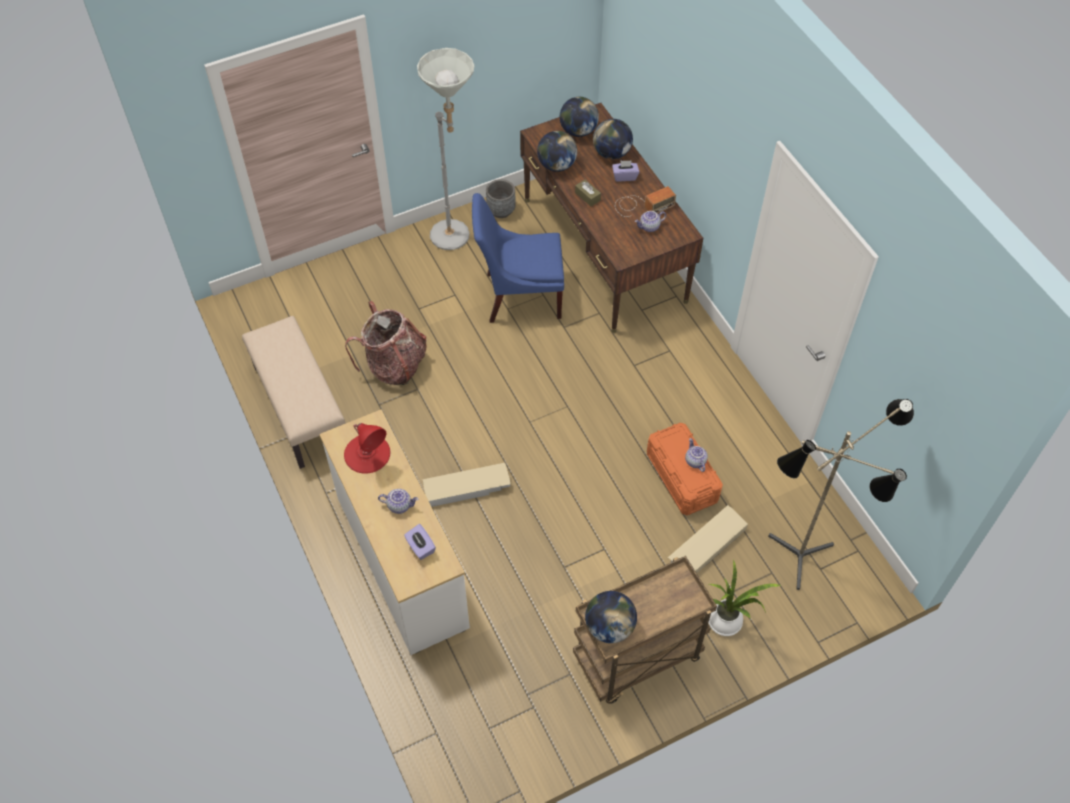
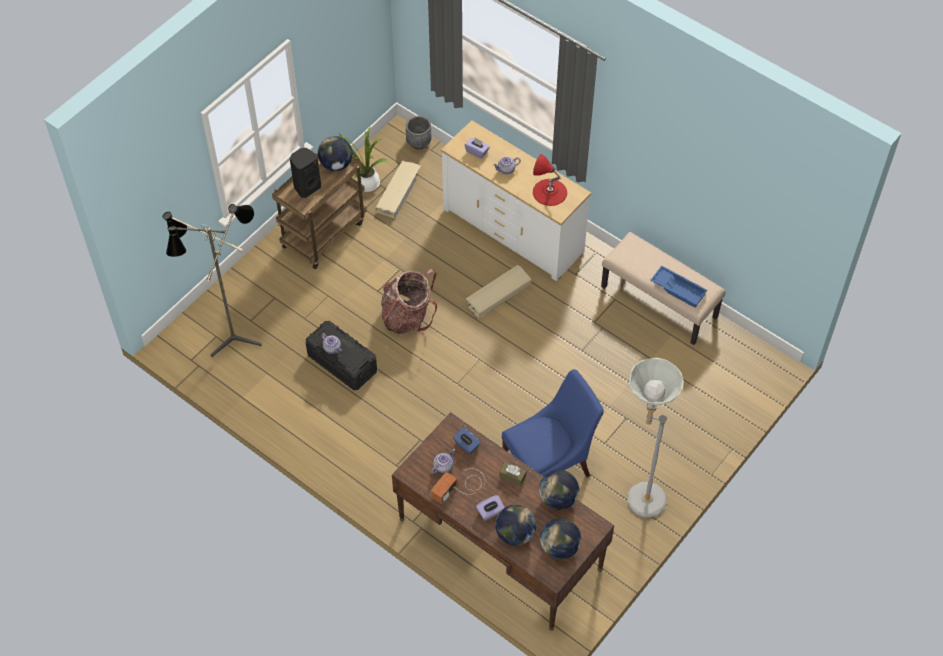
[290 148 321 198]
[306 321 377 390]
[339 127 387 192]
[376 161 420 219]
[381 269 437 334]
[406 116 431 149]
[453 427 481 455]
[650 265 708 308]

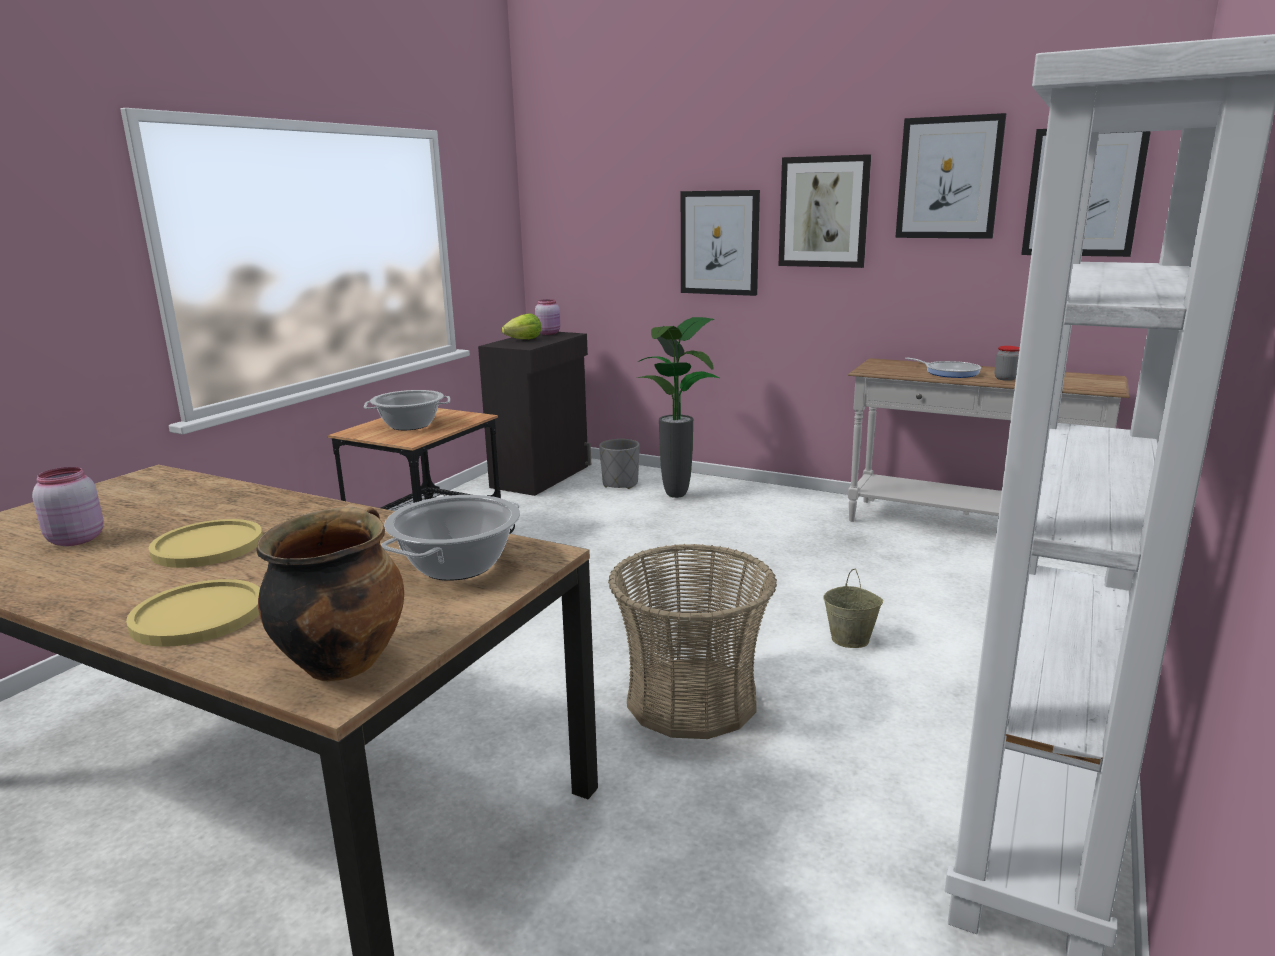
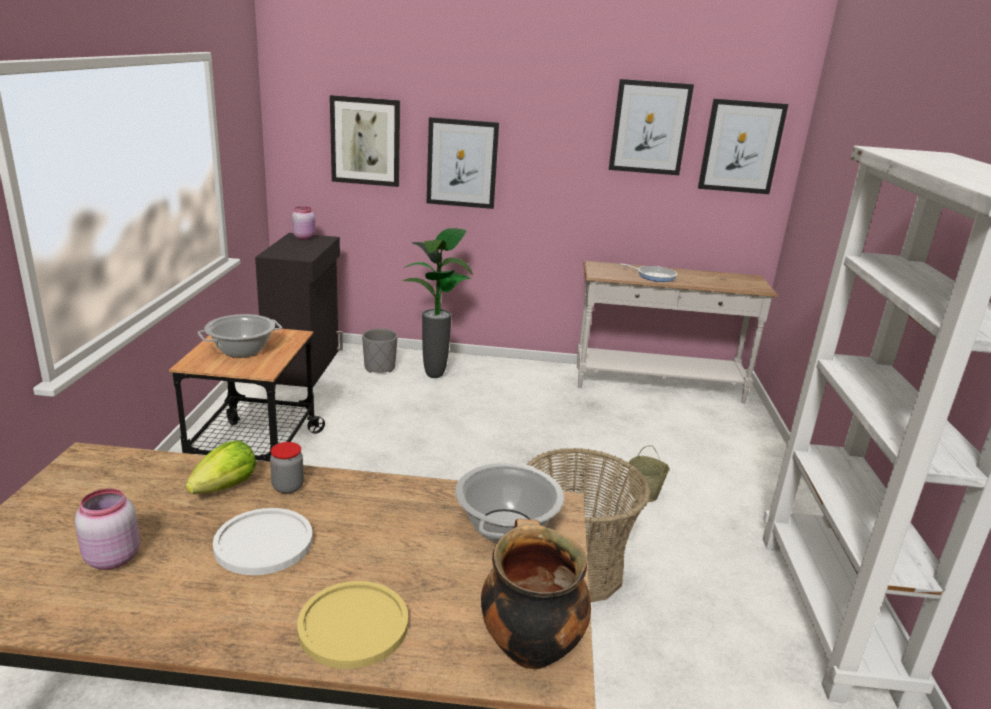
[186 441 256 494]
[213 508 313 575]
[270 442 304 494]
[330 95 400 187]

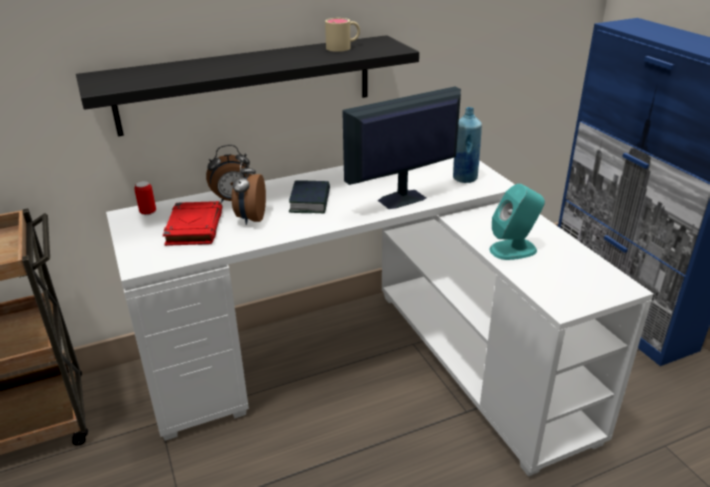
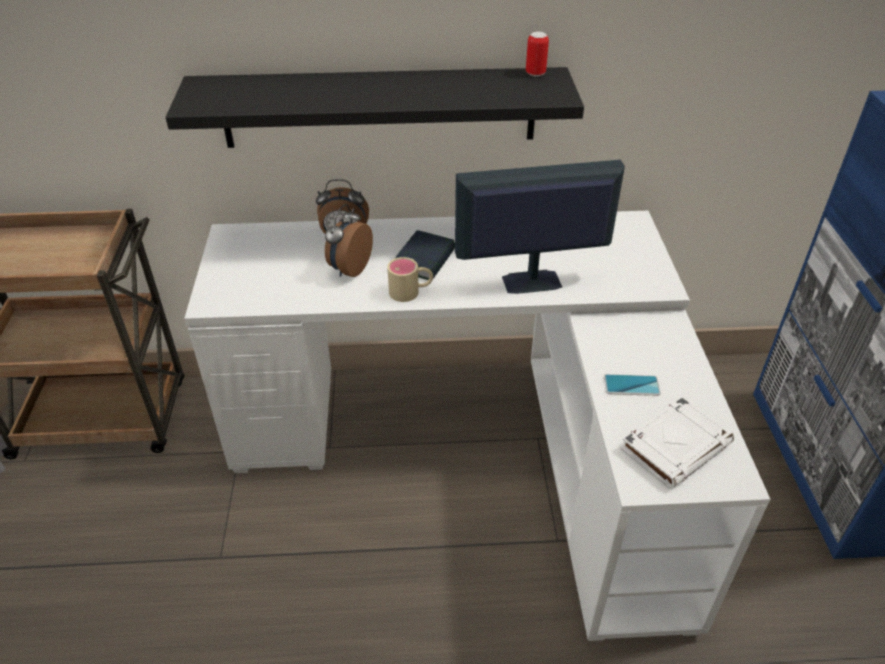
[387 257 433 302]
[526 32 549 77]
[604 374 661 396]
[621 397 734 489]
[163 201 222 246] (first image)
[453 107 482 183] (first image)

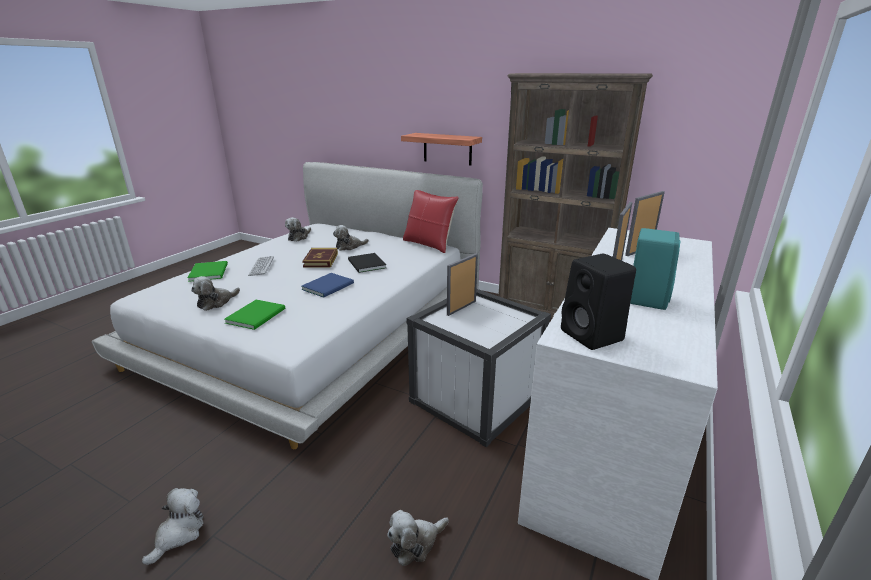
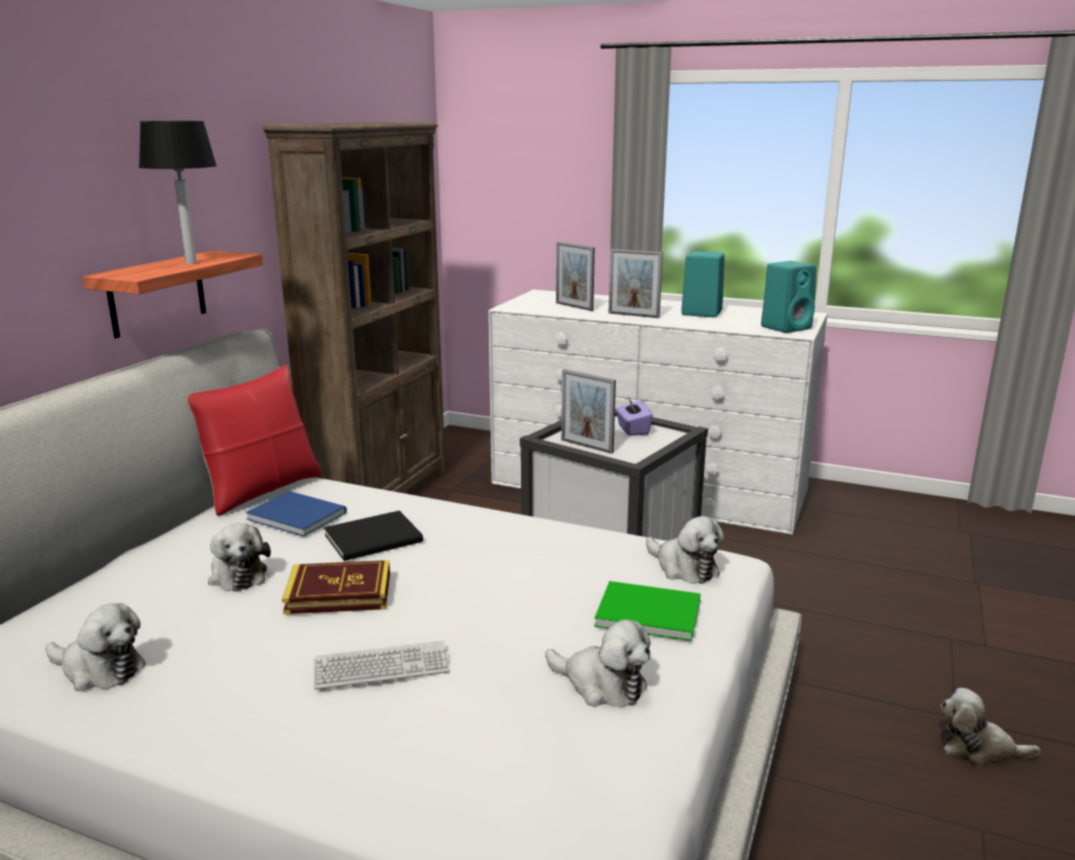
[139 121 217 264]
[246 491 347 537]
[616 397 653 436]
[646 516 724 584]
[761 261 816 333]
[187 261 228 282] (first image)

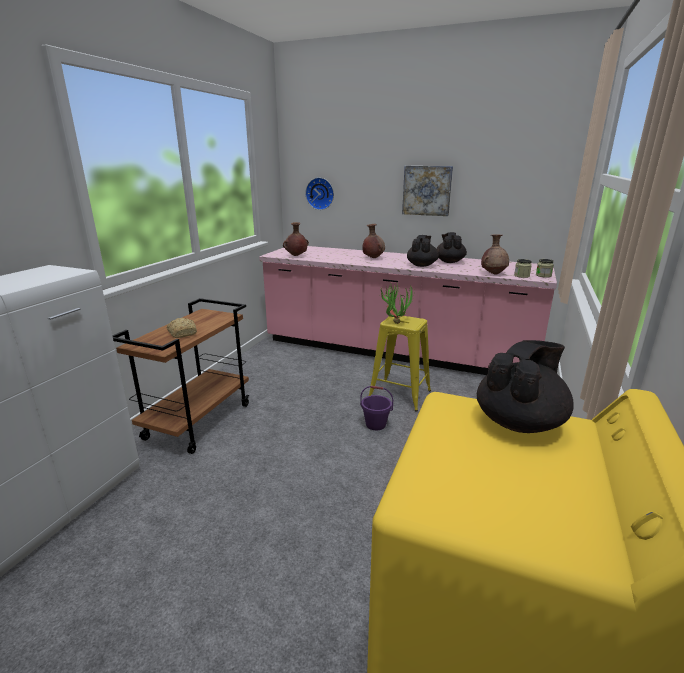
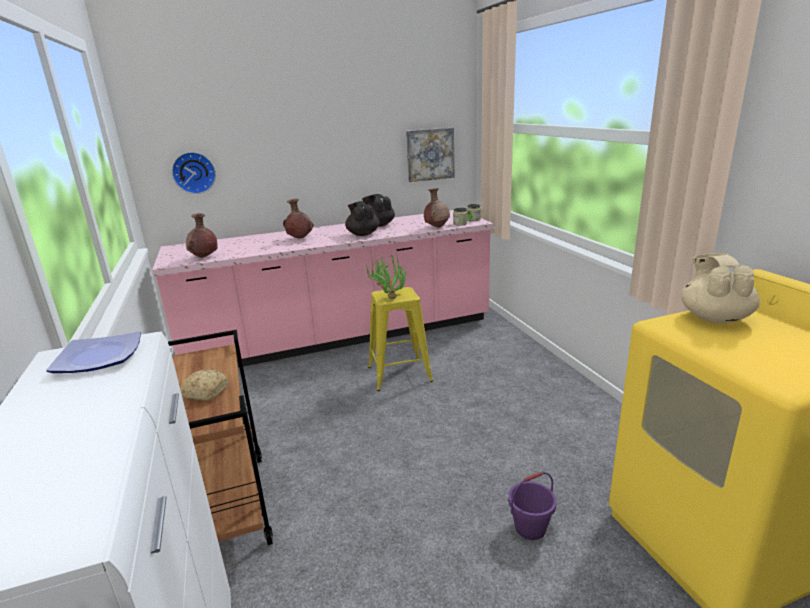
[46 331 141 373]
[406 128 454 182]
[508 472 557 540]
[681 253 760 323]

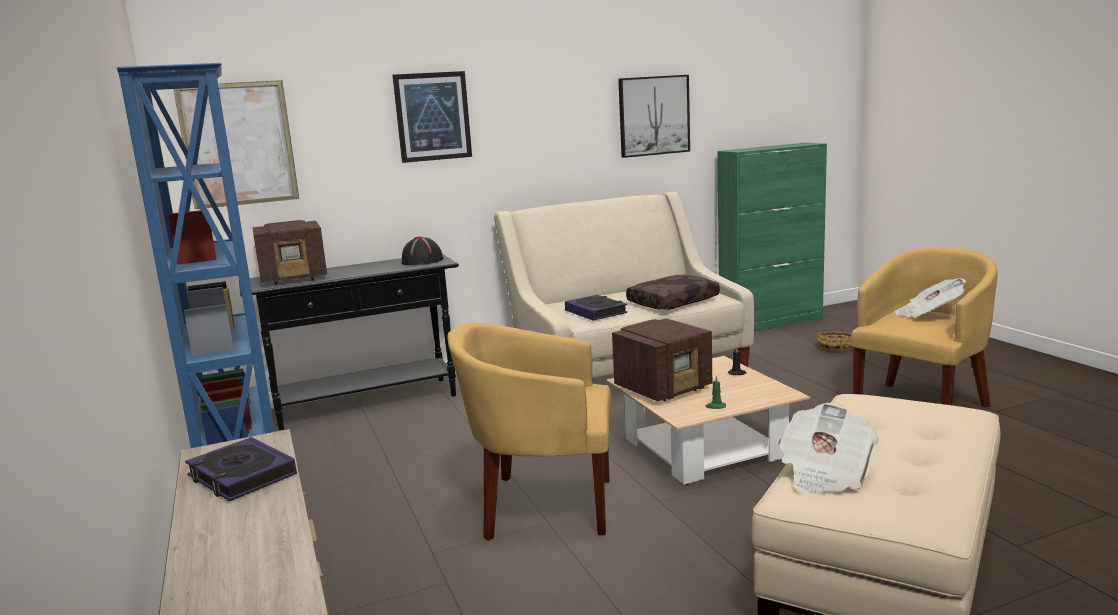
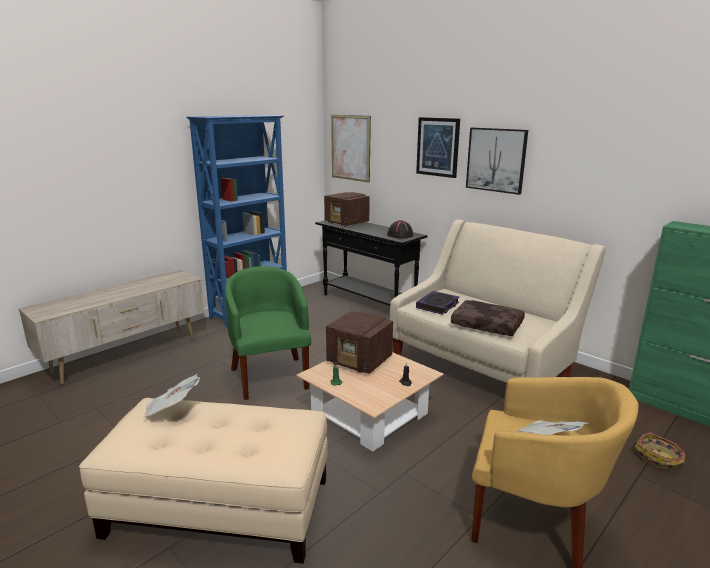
[225 266 311 400]
[466 127 528 195]
[185 437 297 501] (first image)

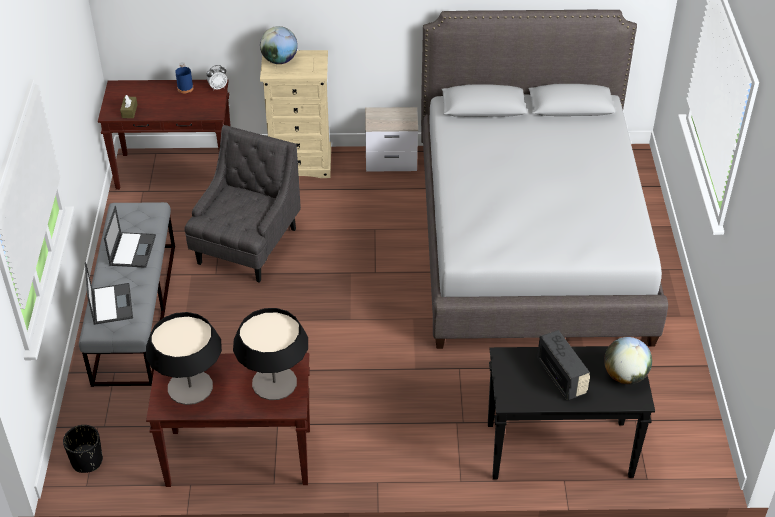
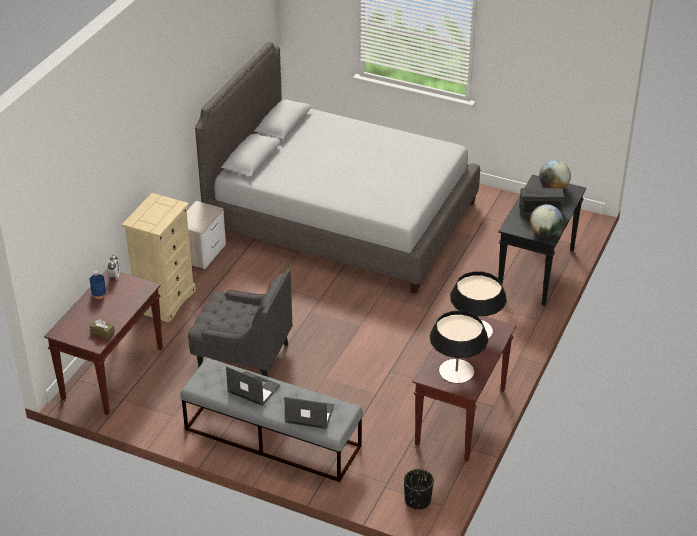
[188 268 292 377]
[530 204 563 237]

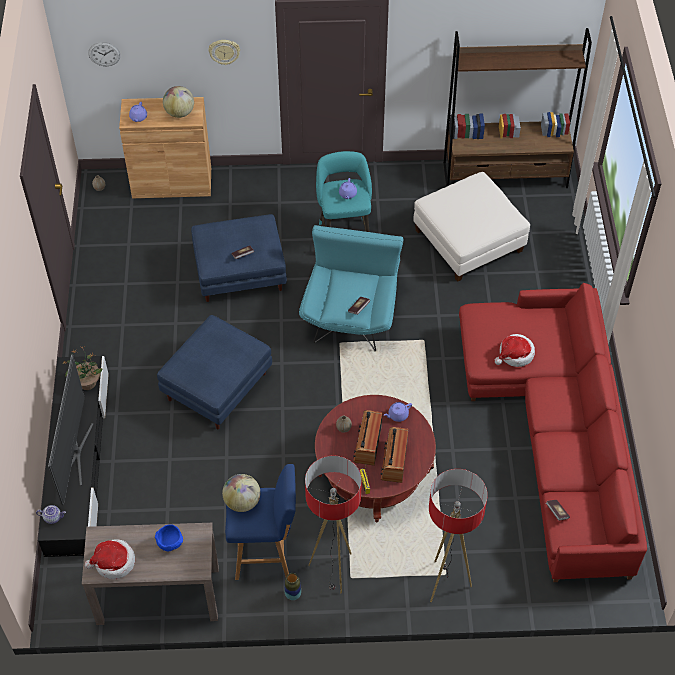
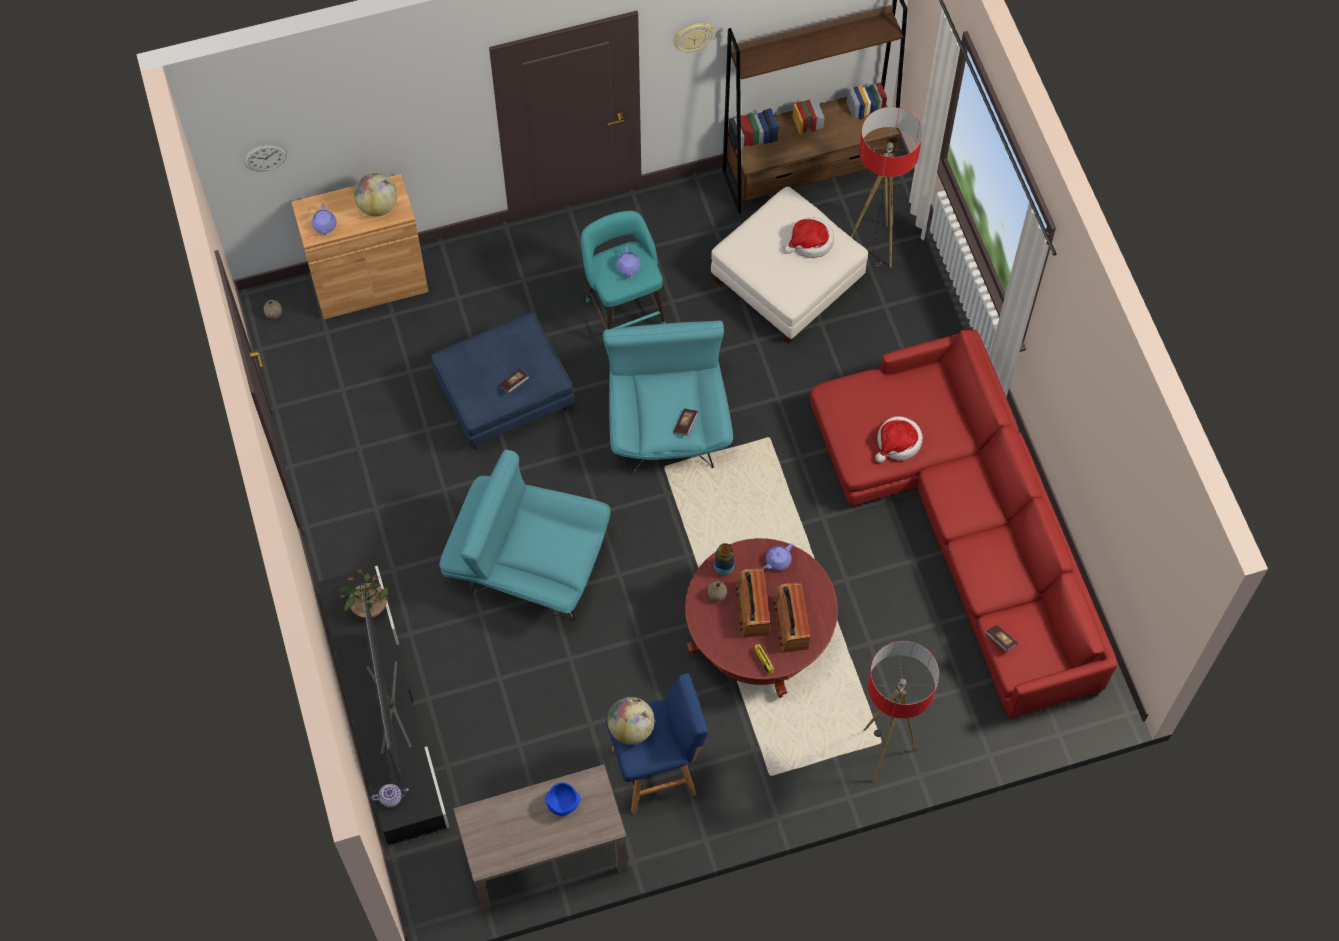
[439 449 611 620]
[673 23 715 53]
[714 543 735 575]
[783 217 834 258]
[851 107 923 268]

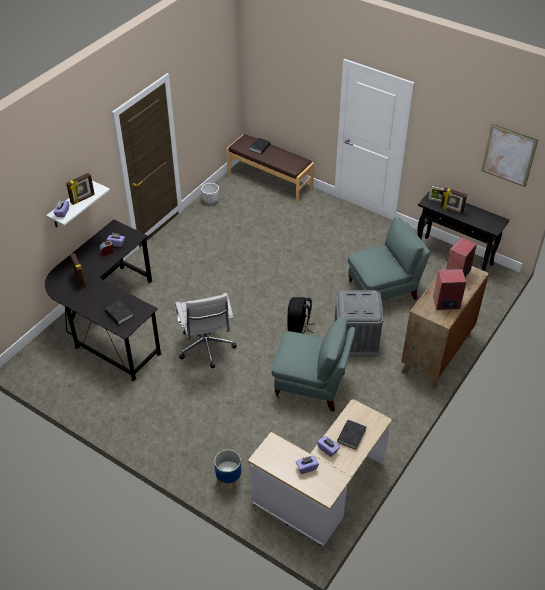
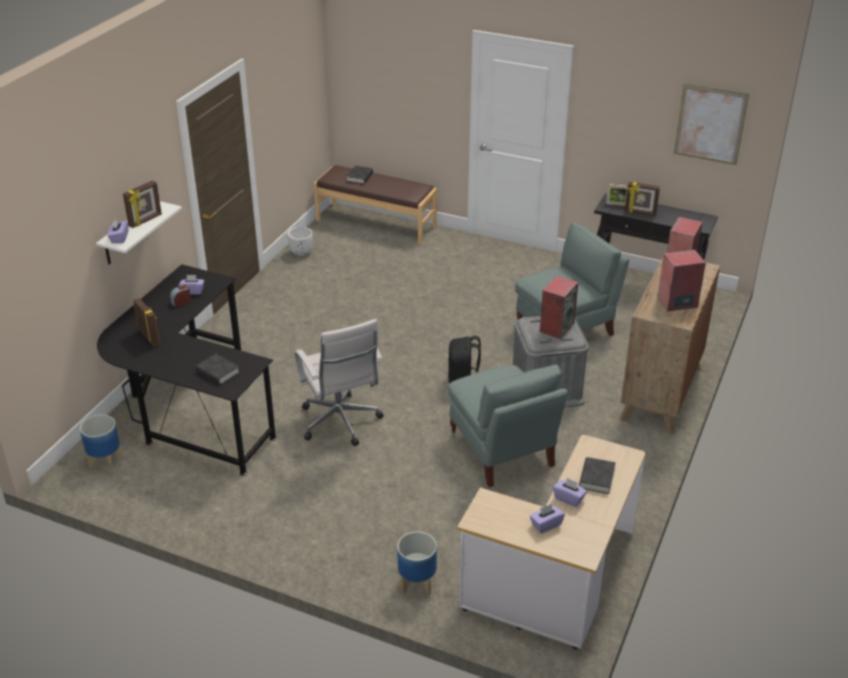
[80 414 122 471]
[448 364 568 487]
[540 276 578 339]

